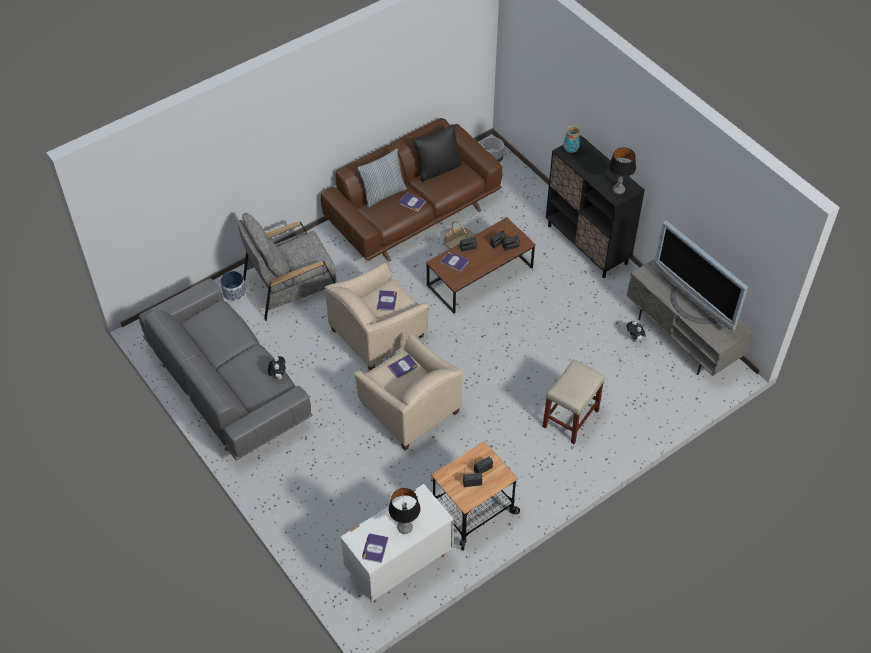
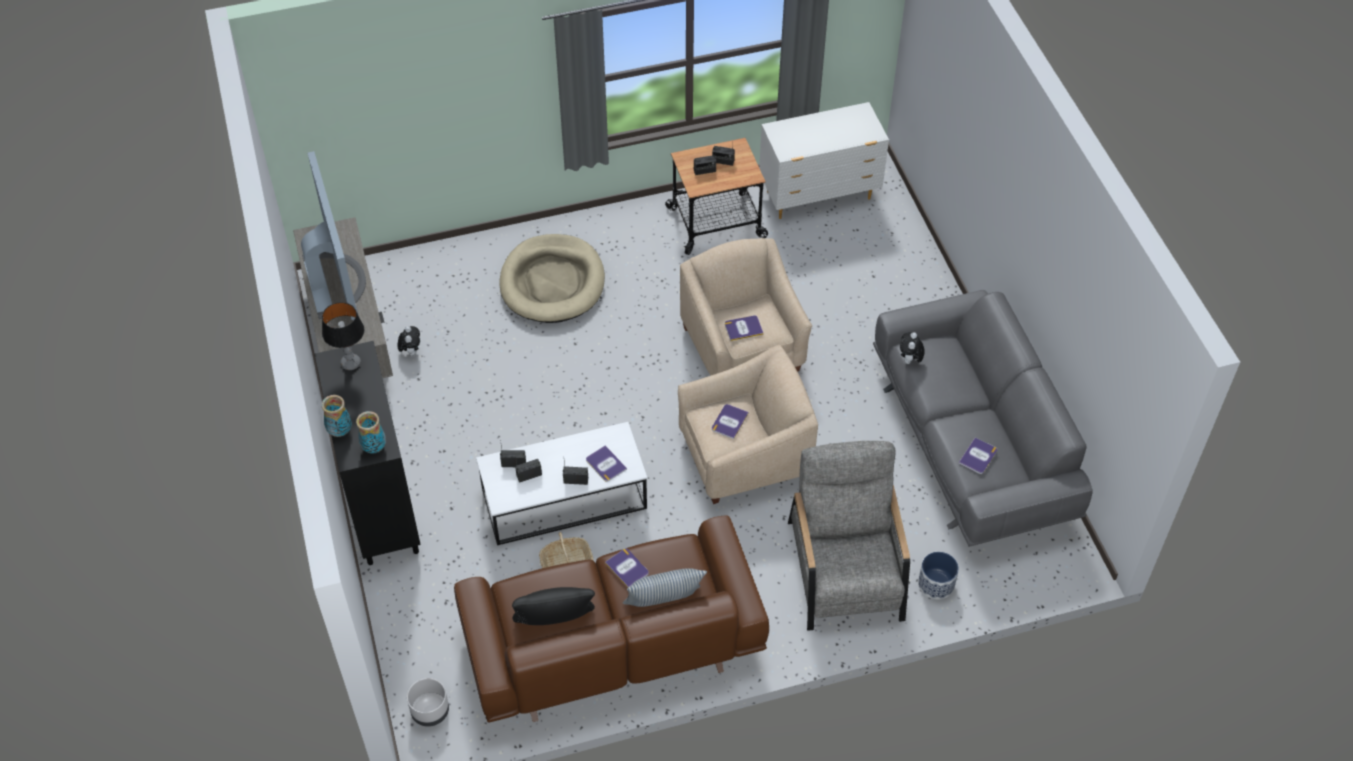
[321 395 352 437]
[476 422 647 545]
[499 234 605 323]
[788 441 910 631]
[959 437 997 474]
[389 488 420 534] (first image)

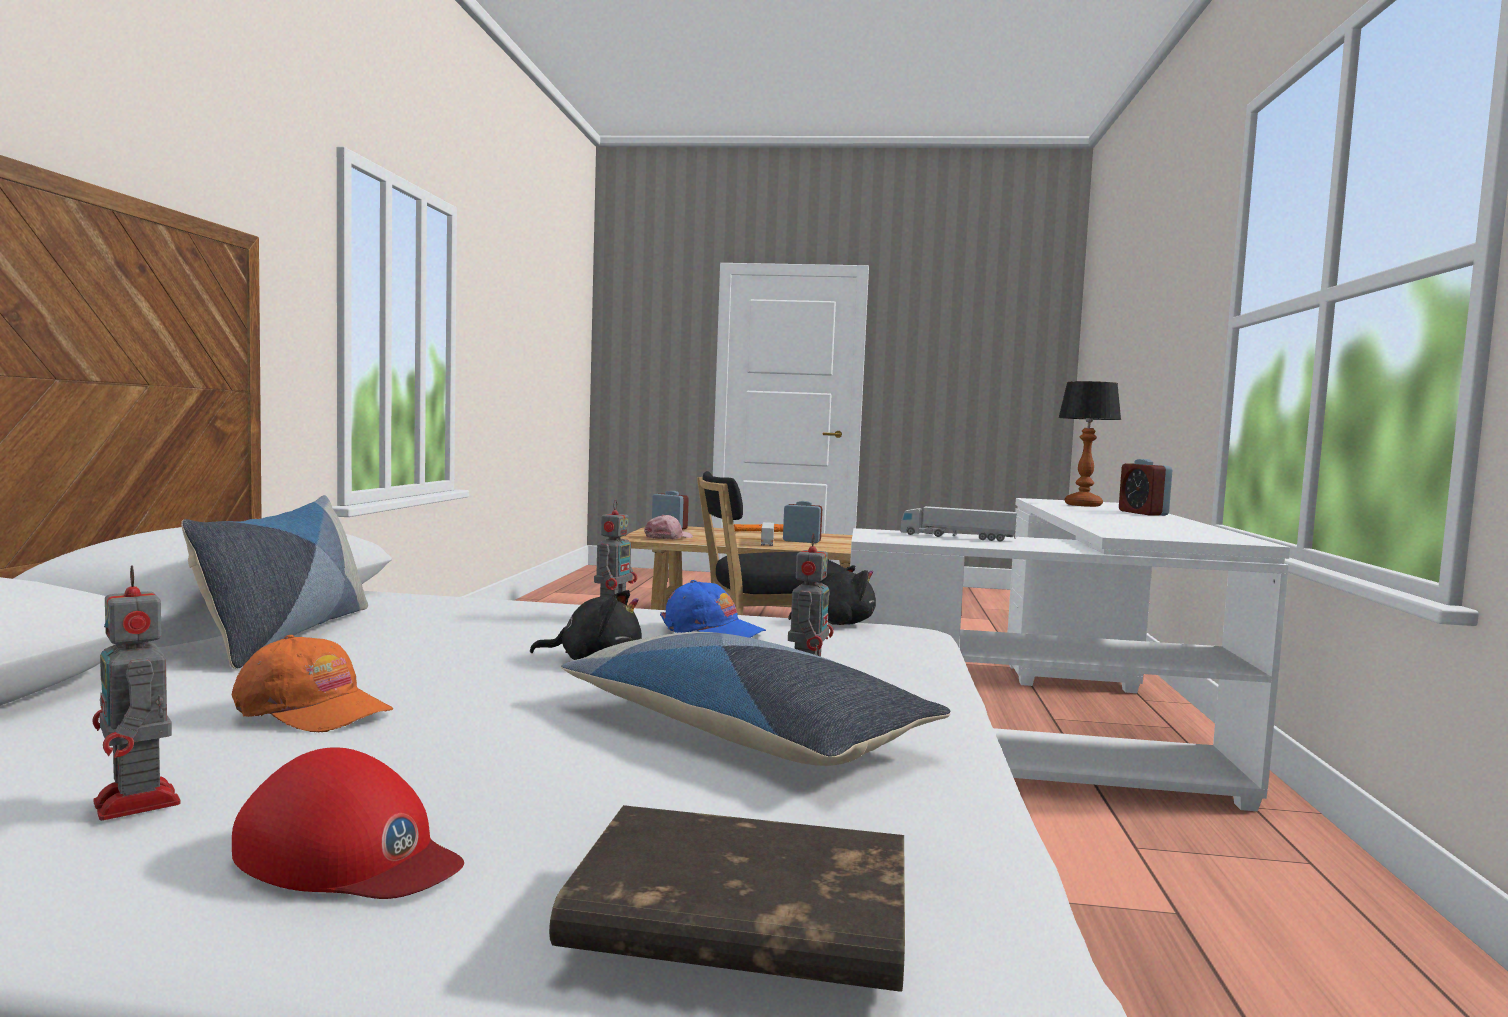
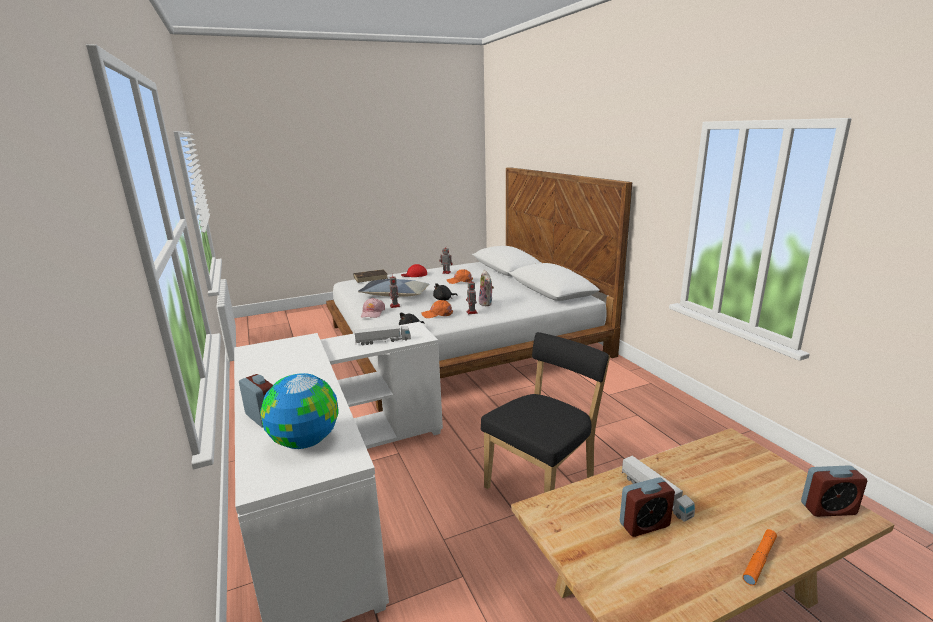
[260 373 339 449]
[361 298 385 318]
[421 300 453 318]
[479 270 494 306]
[181 495 368 669] (first image)

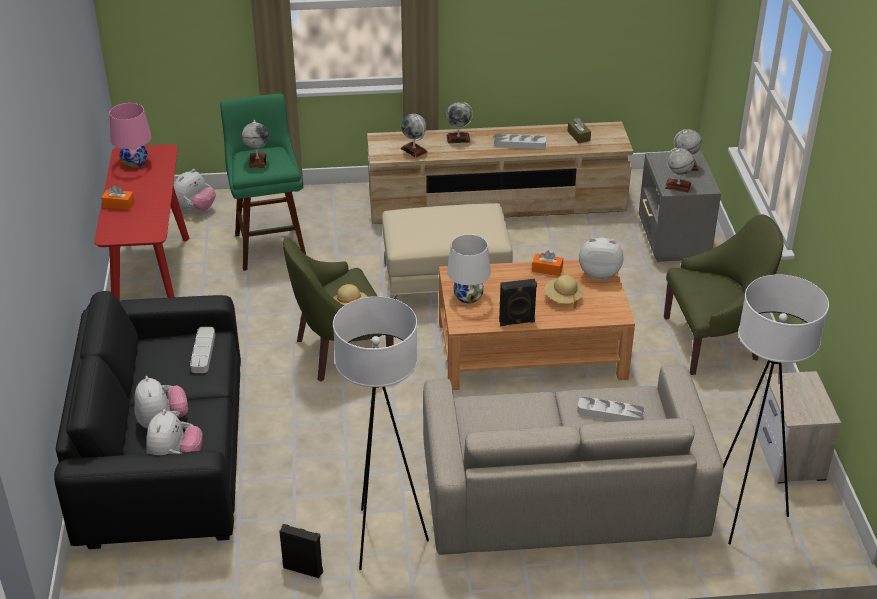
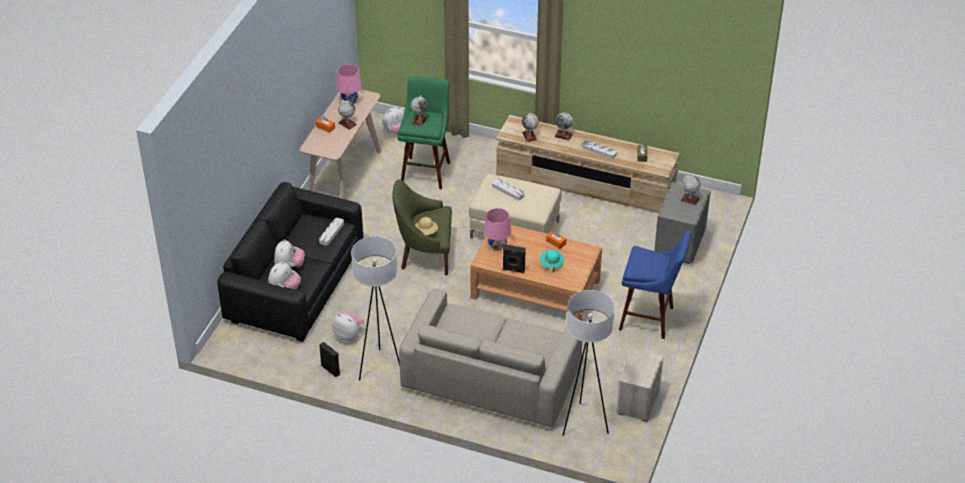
[300 89 381 199]
[332 312 364 341]
[338 100 357 130]
[484 208 511 250]
[492 178 524 200]
[540 250 564 272]
[619 231 691 339]

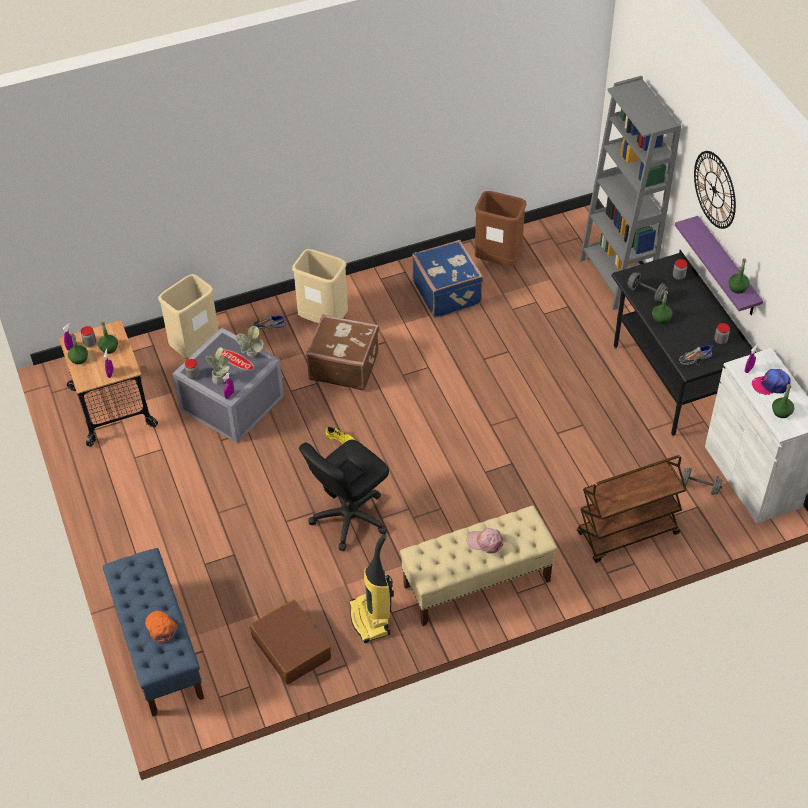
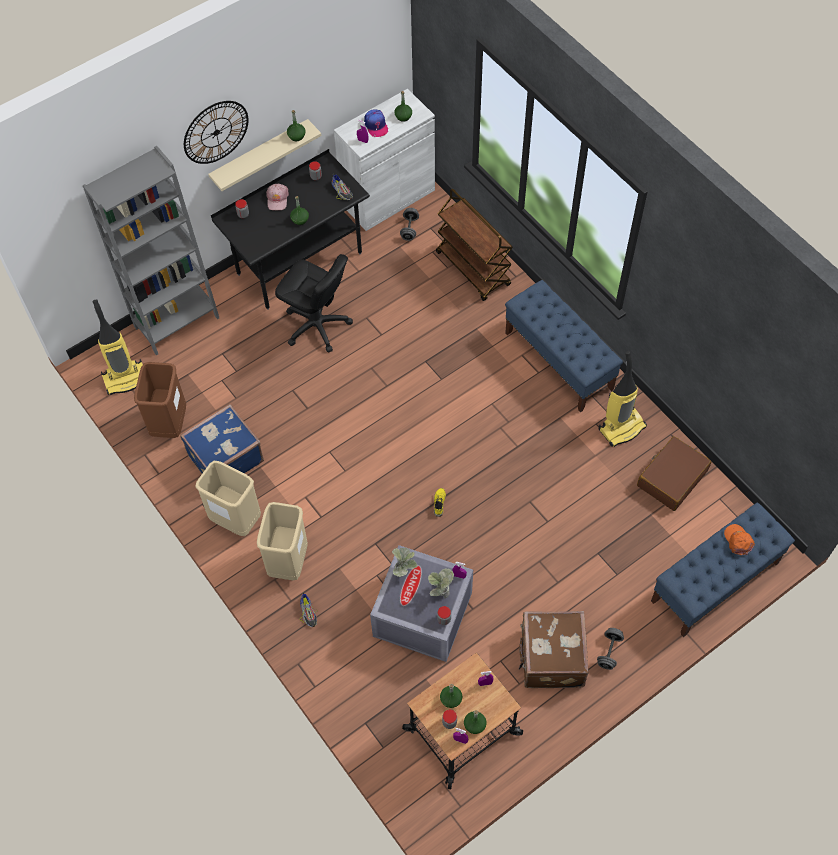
[93 299 143 395]
[195 461 261 536]
[208 119 321 191]
[267 184 289 210]
[275 254 353 353]
[505 280 623 412]
[518 611 589 688]
[597 628 624 670]
[724 524 755 555]

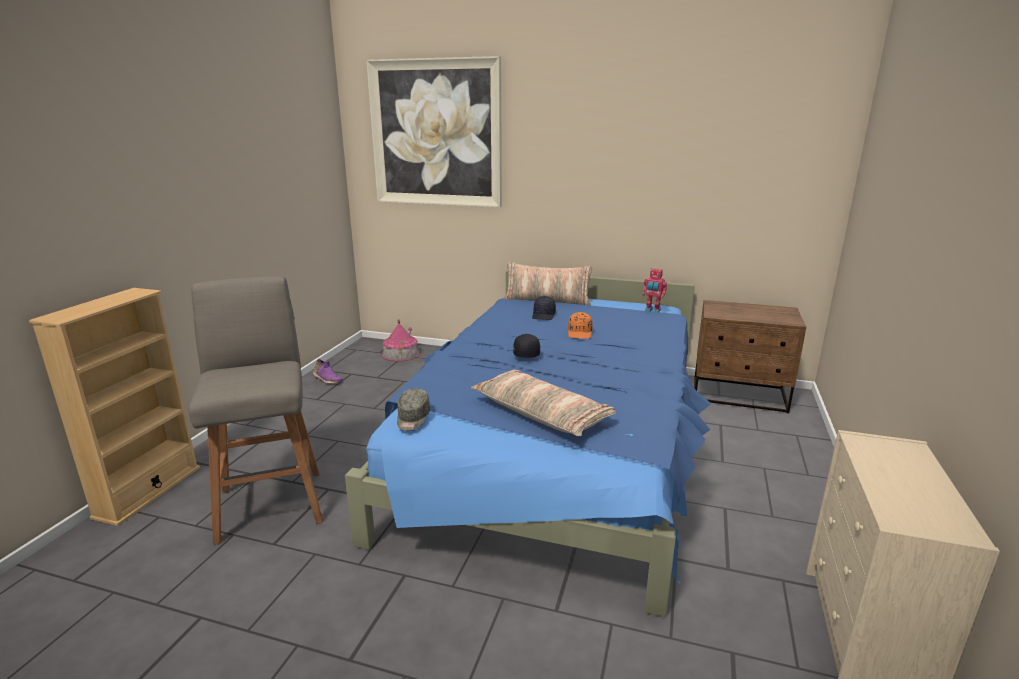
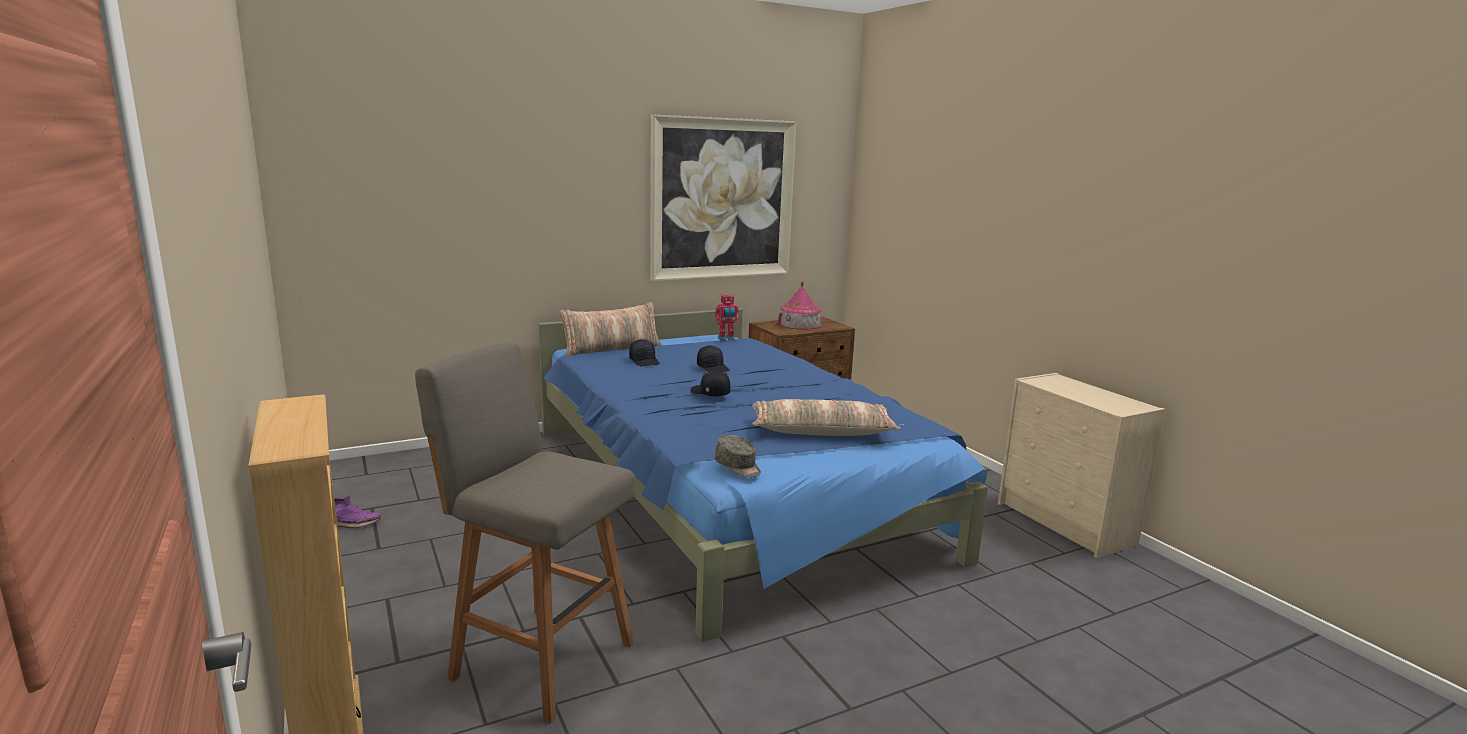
[650 115 796 281]
[697 345 730 372]
[775 281 822 330]

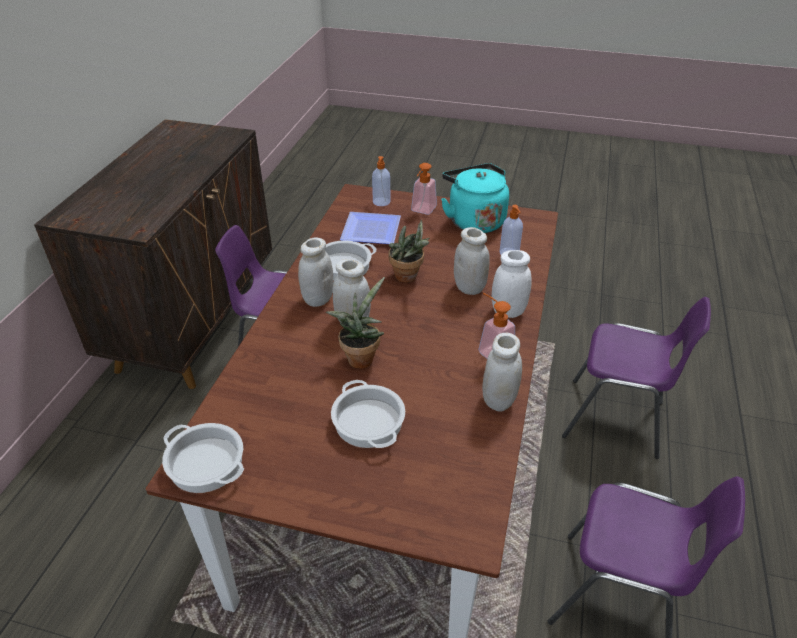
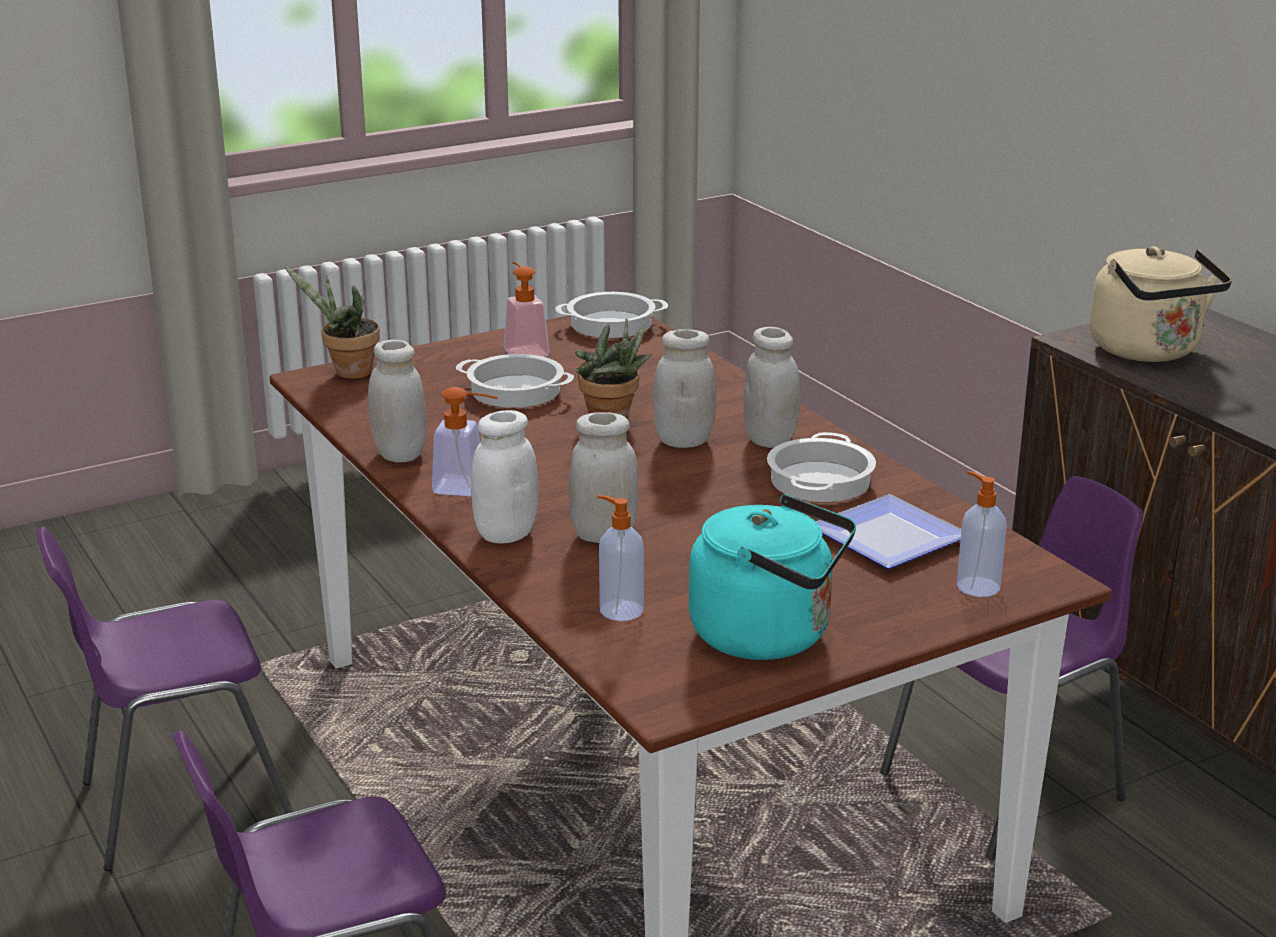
[285 267 380 379]
[504 262 549 357]
[1090 246 1232 362]

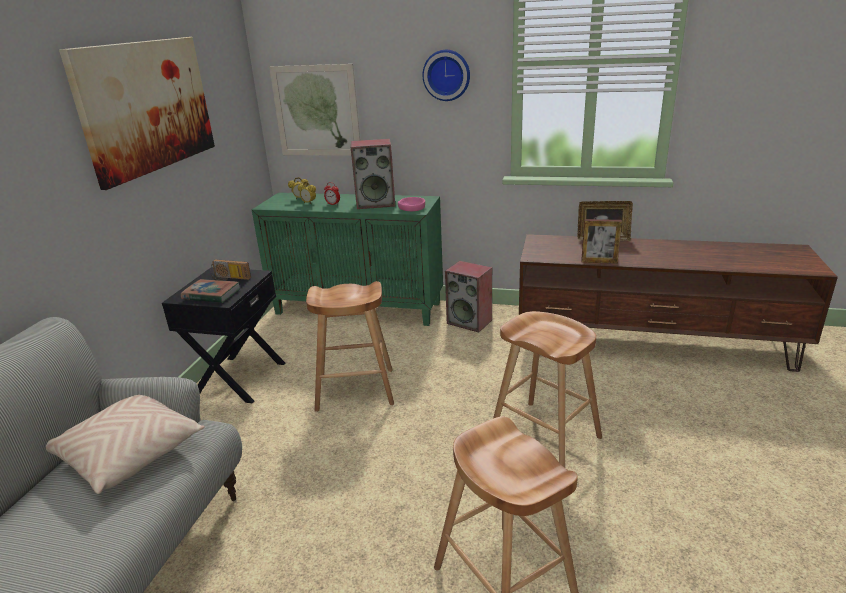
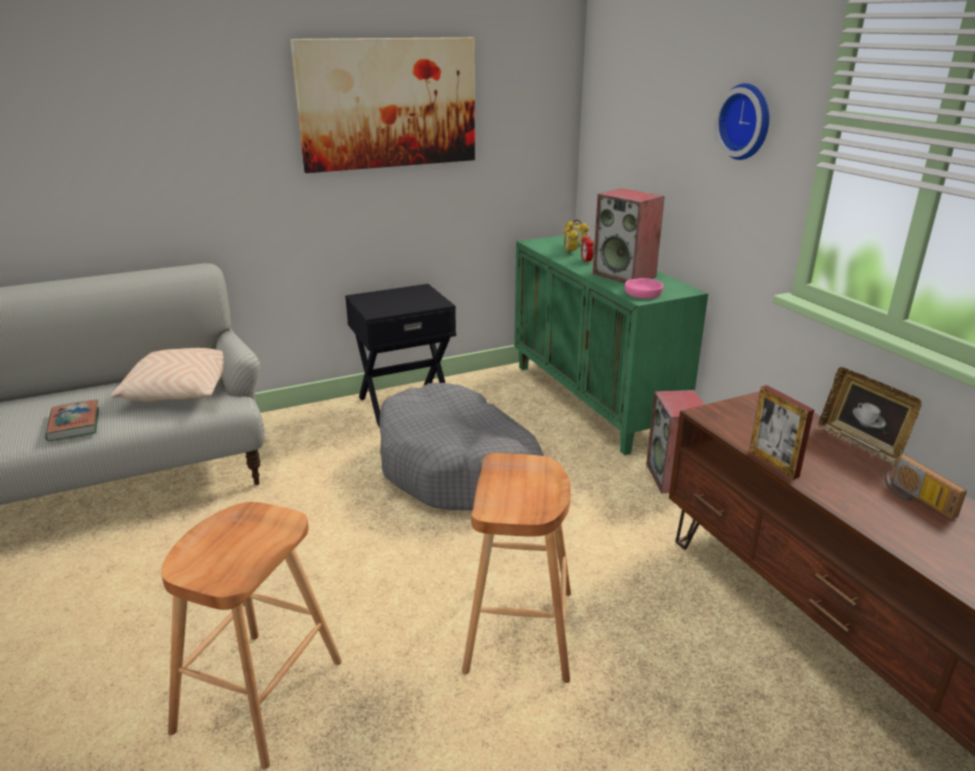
[45 399 99 442]
[380 383 544 511]
[885 455 967 519]
[269 64 360 156] (first image)

